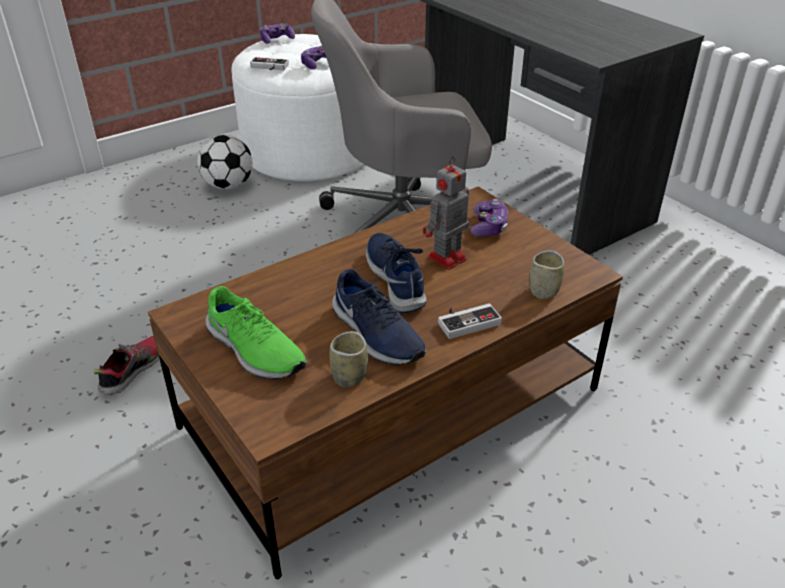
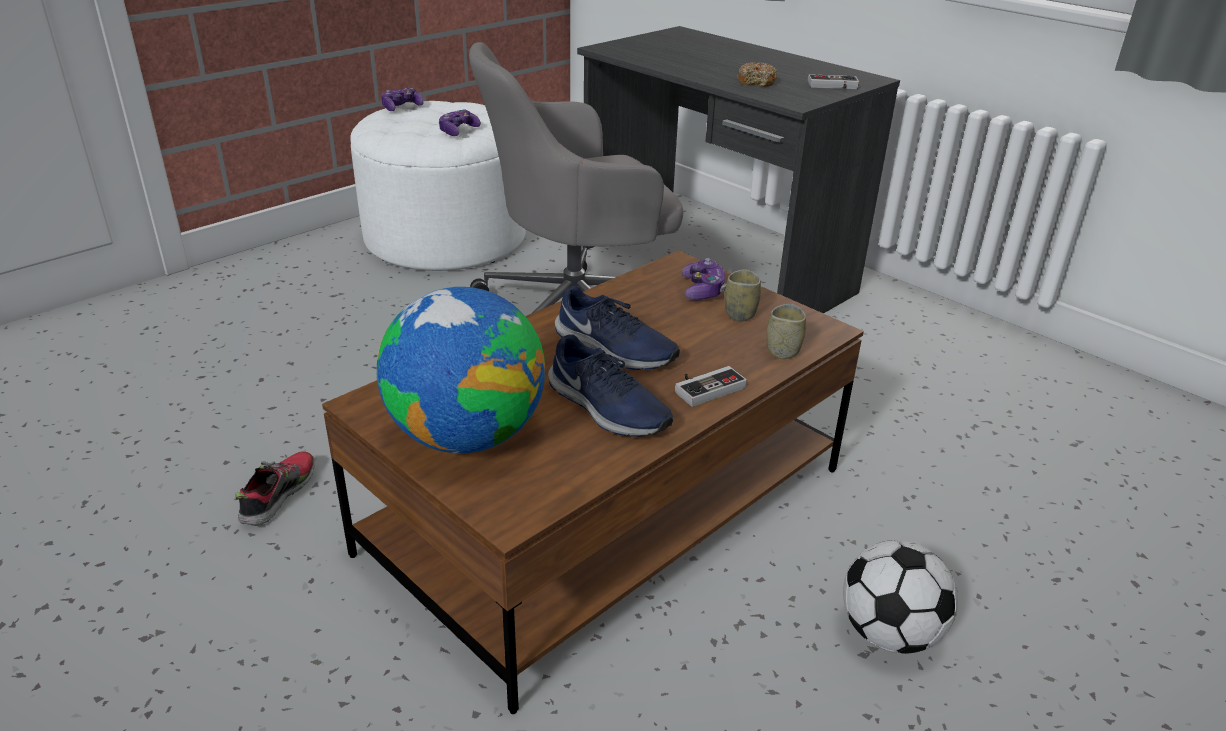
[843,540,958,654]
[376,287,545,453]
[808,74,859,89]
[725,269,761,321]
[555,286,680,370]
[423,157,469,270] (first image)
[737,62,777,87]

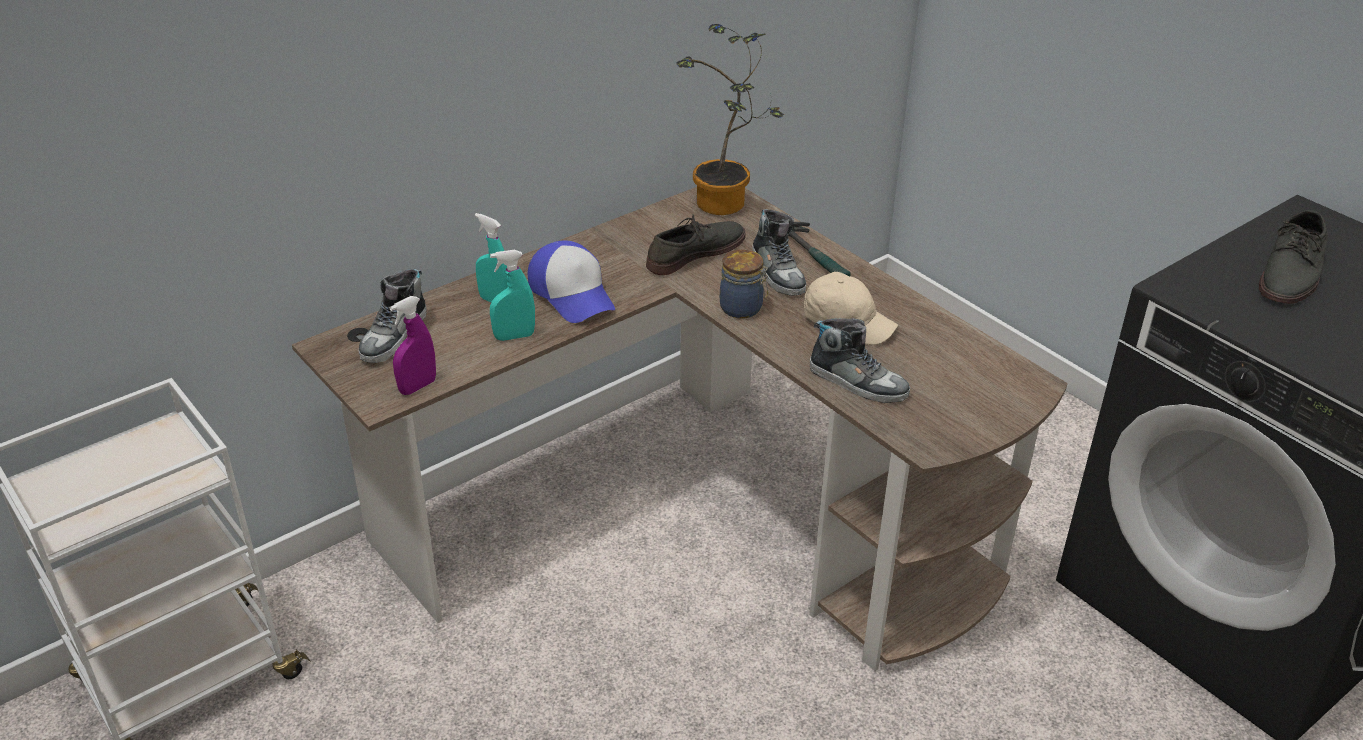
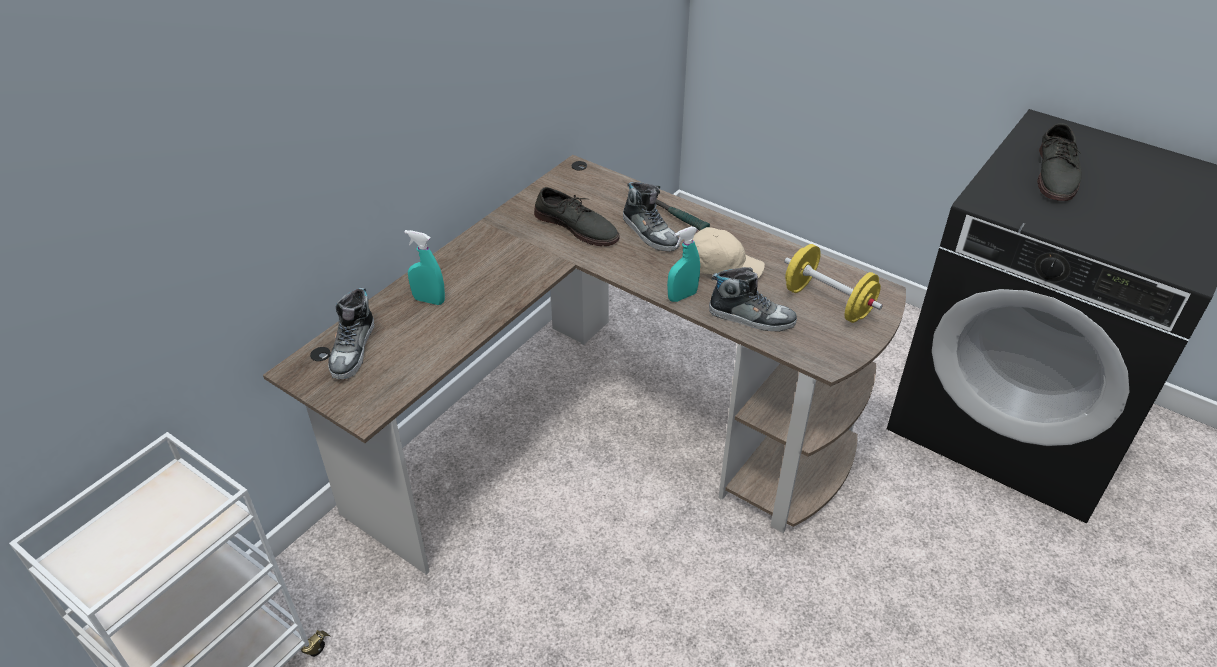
[389,296,436,395] (first image)
[667,226,700,302]
[528,240,615,323] (first image)
[534,187,619,246]
[676,24,784,215] (first image)
[720,249,768,319] (first image)
[784,244,883,323]

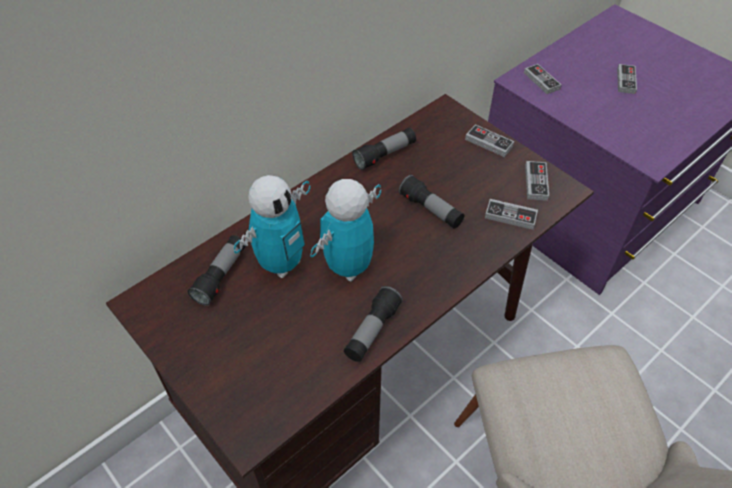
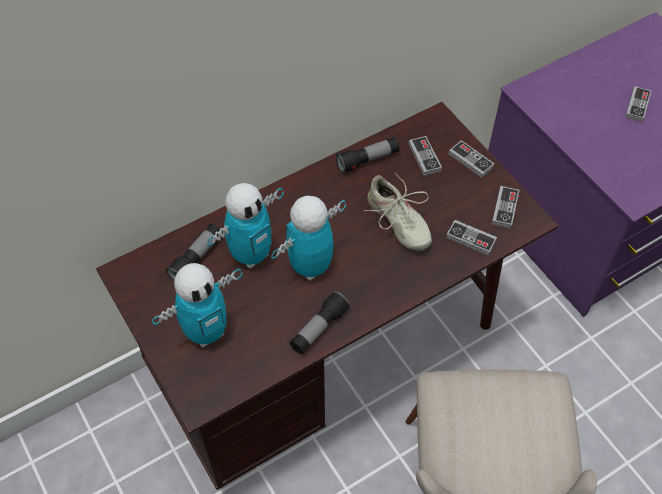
[364,173,432,251]
[409,136,442,176]
[152,263,243,348]

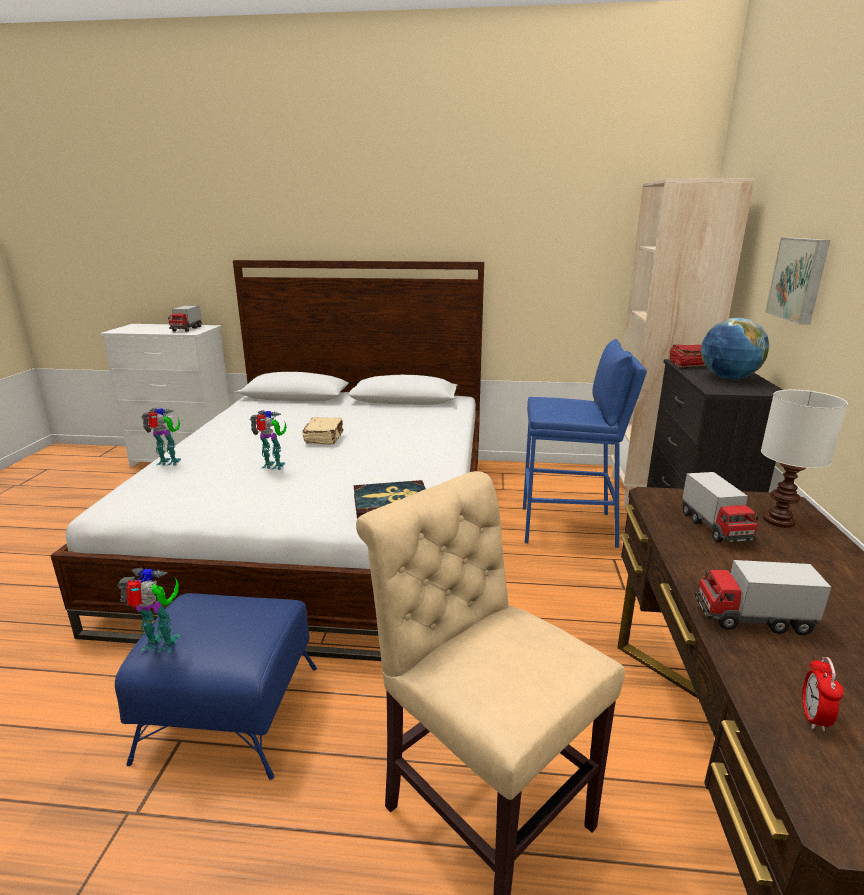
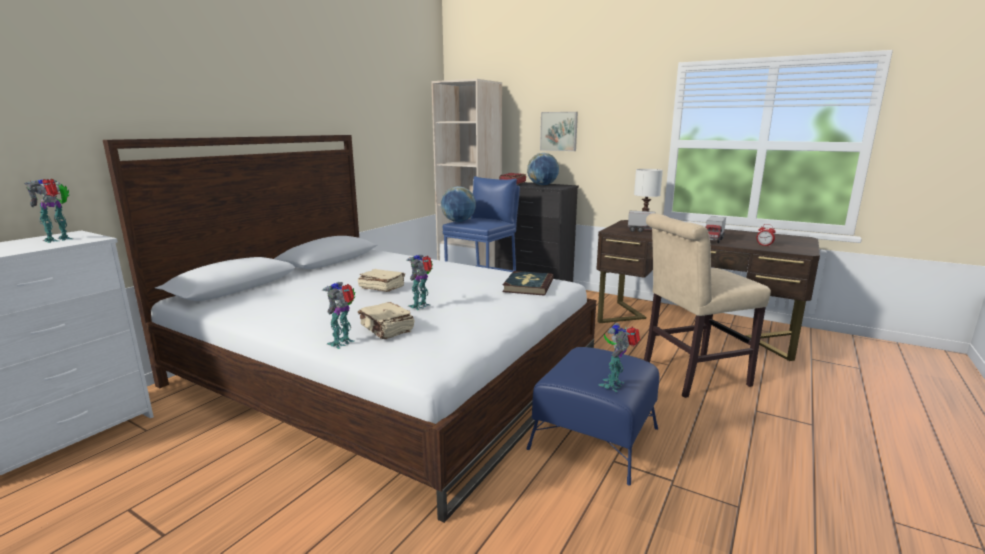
[24,179,73,243]
[358,302,415,339]
[441,186,476,222]

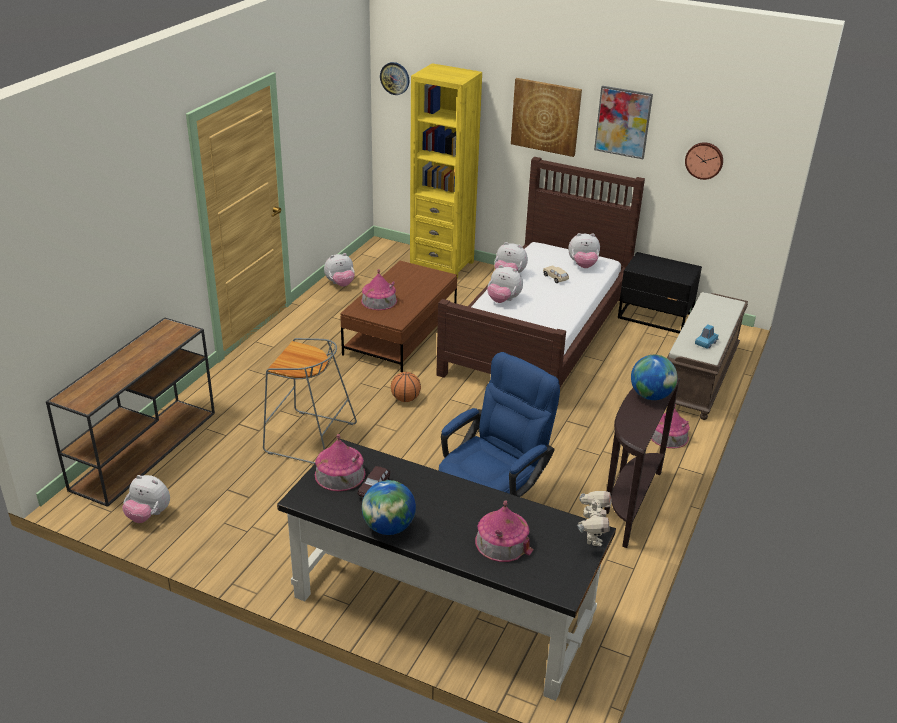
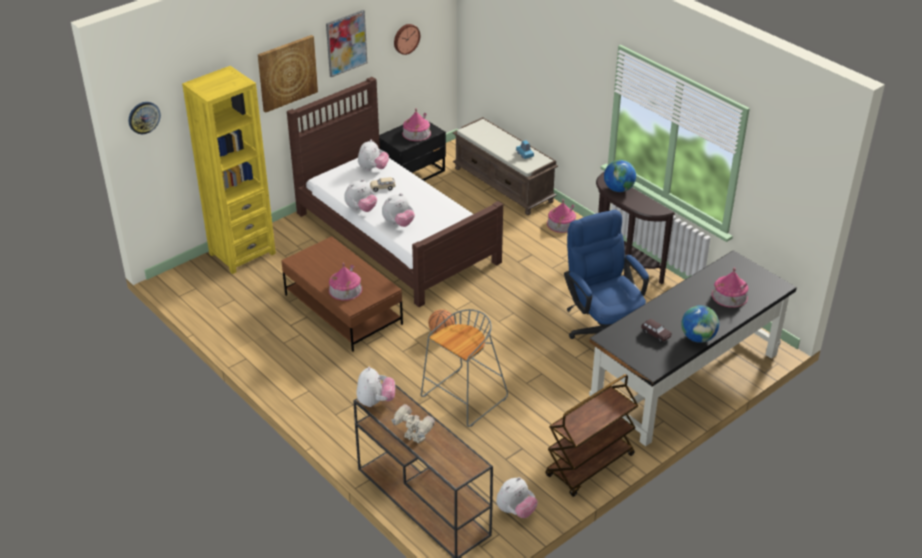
[402,108,431,141]
[357,366,395,407]
[391,404,435,444]
[546,374,638,497]

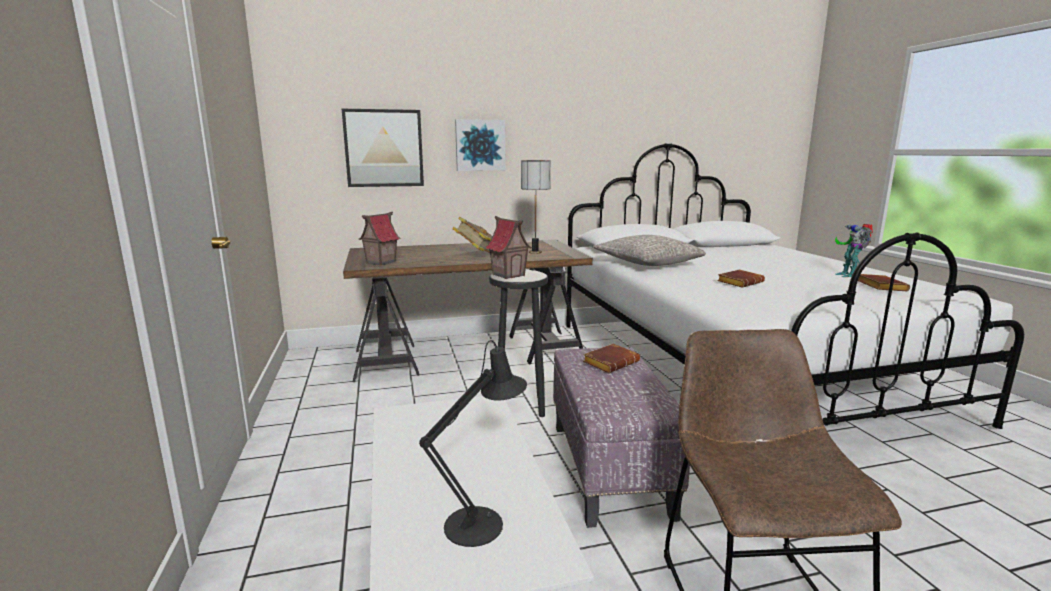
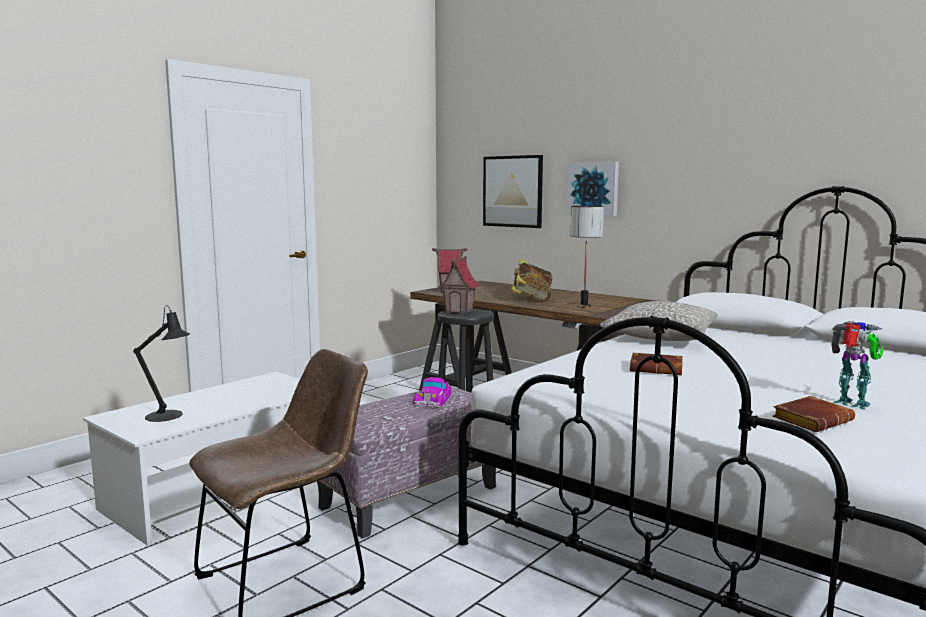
[413,377,451,407]
[831,321,884,410]

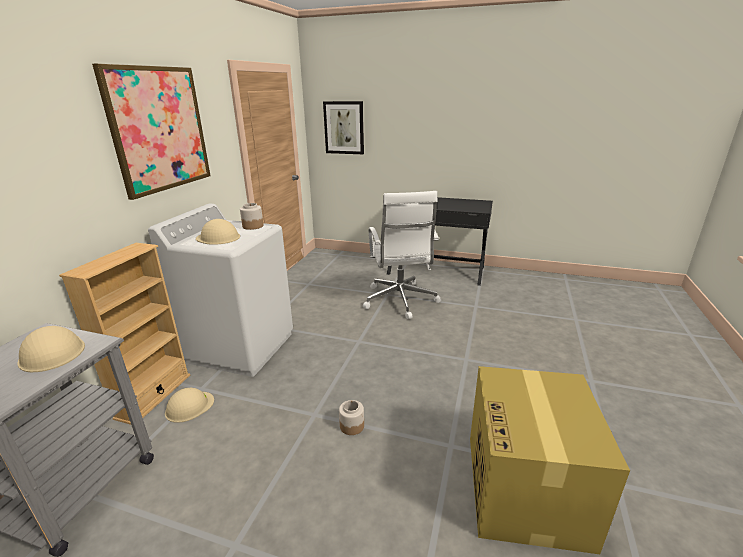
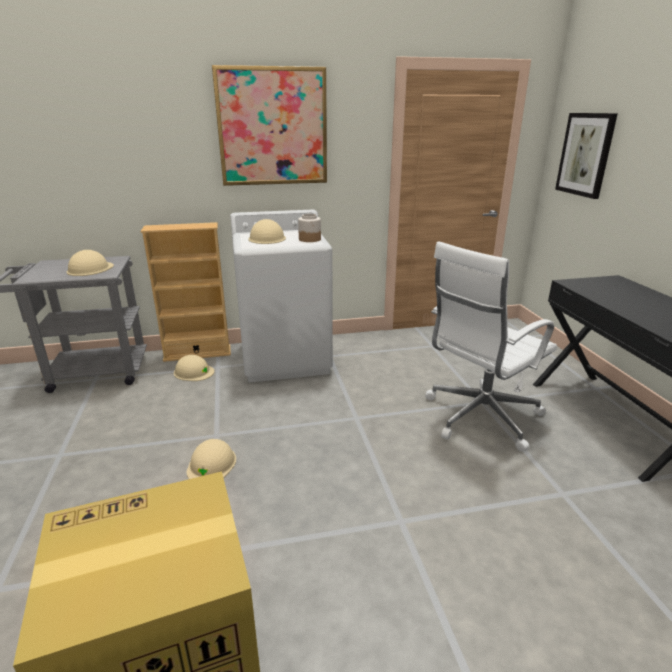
[187,439,236,479]

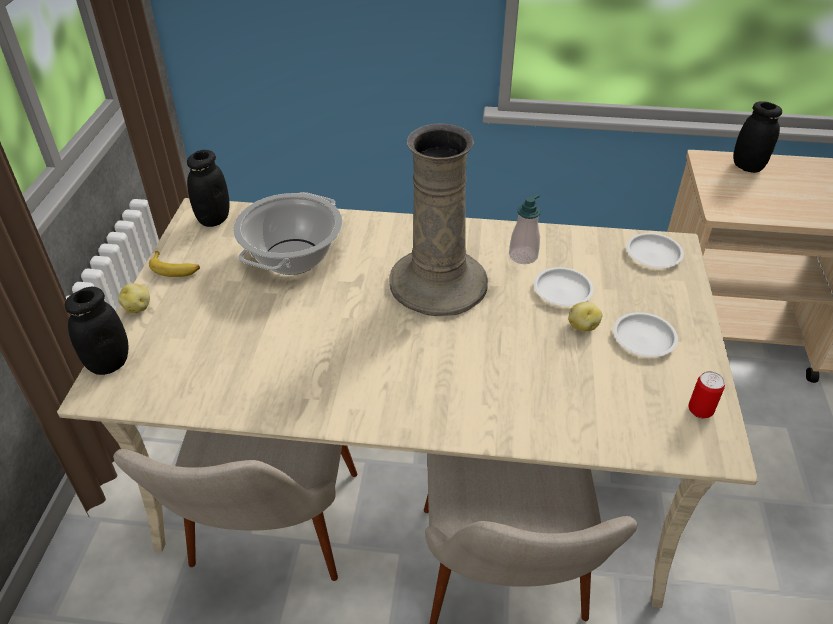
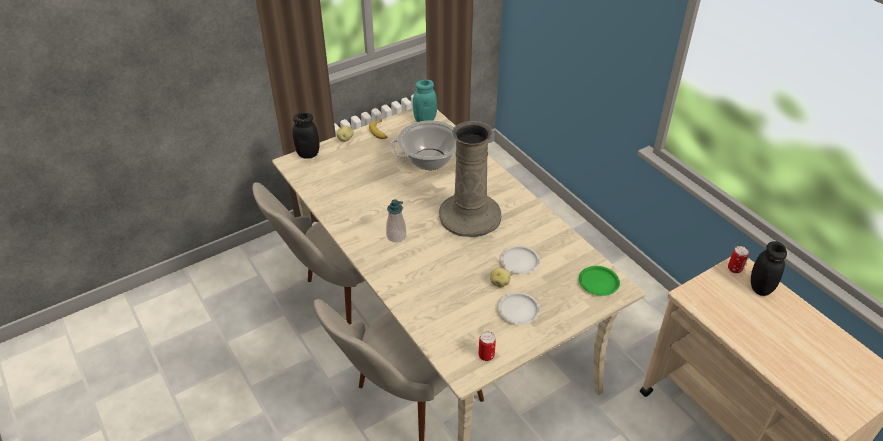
[413,80,437,122]
[386,199,406,242]
[579,266,620,296]
[728,246,749,273]

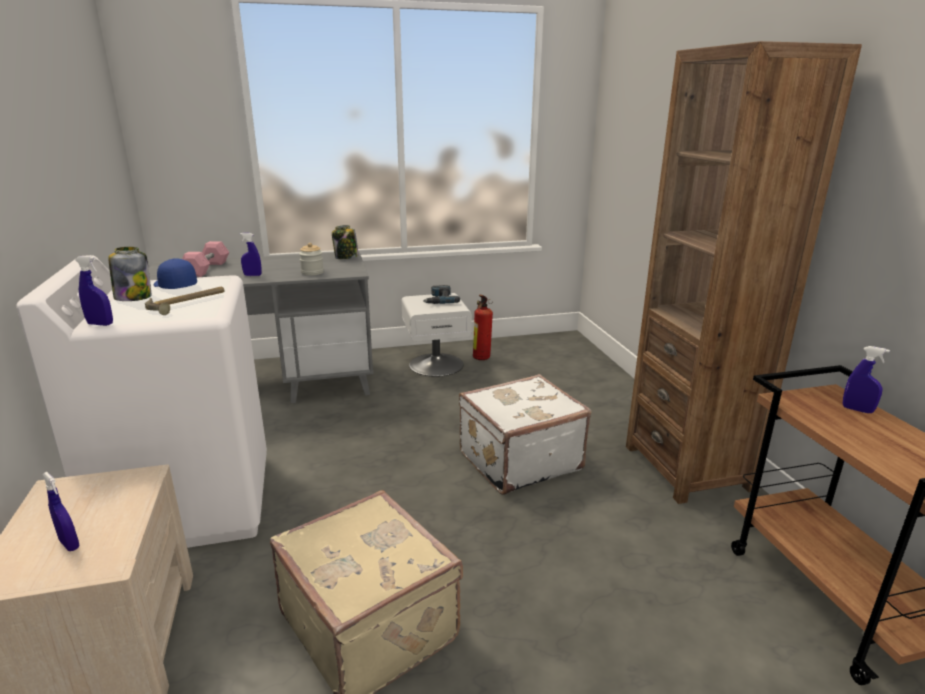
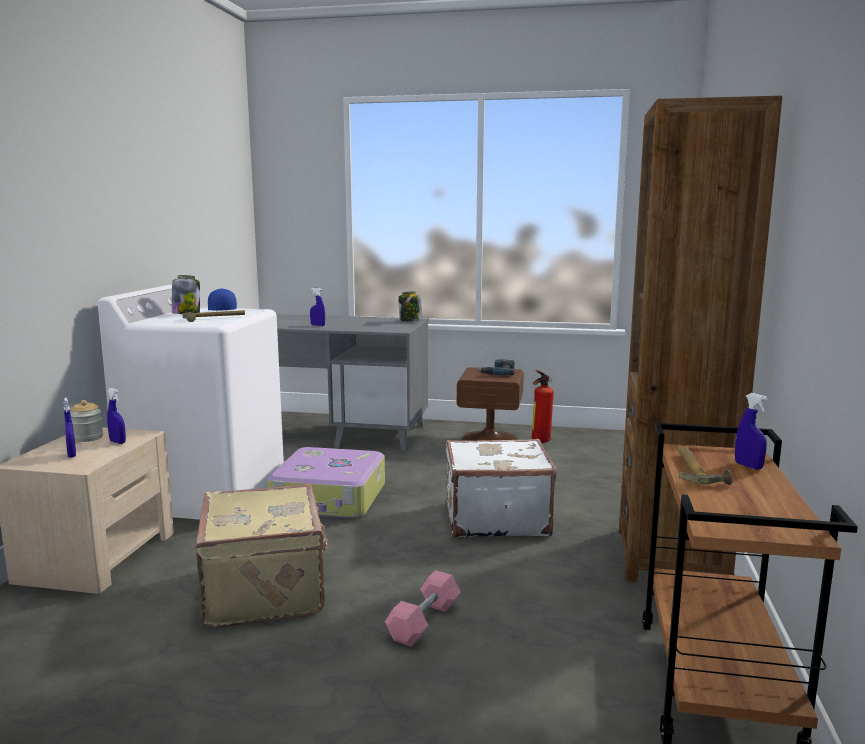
[107,388,126,444]
[385,570,461,647]
[70,400,103,442]
[457,367,524,441]
[267,447,385,519]
[677,446,732,485]

